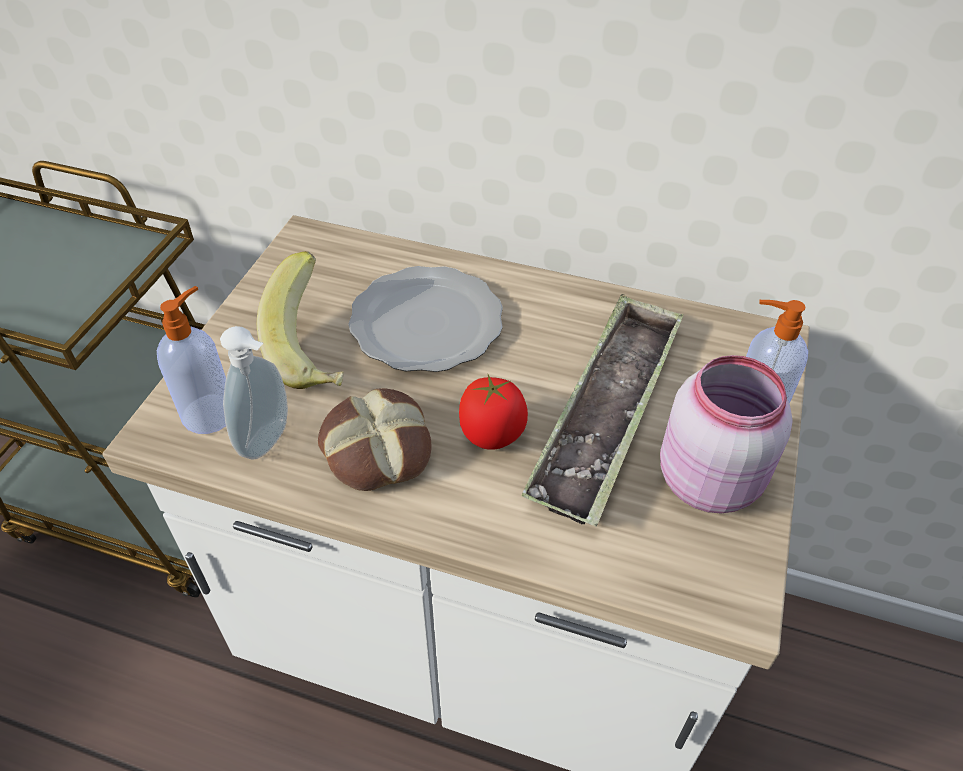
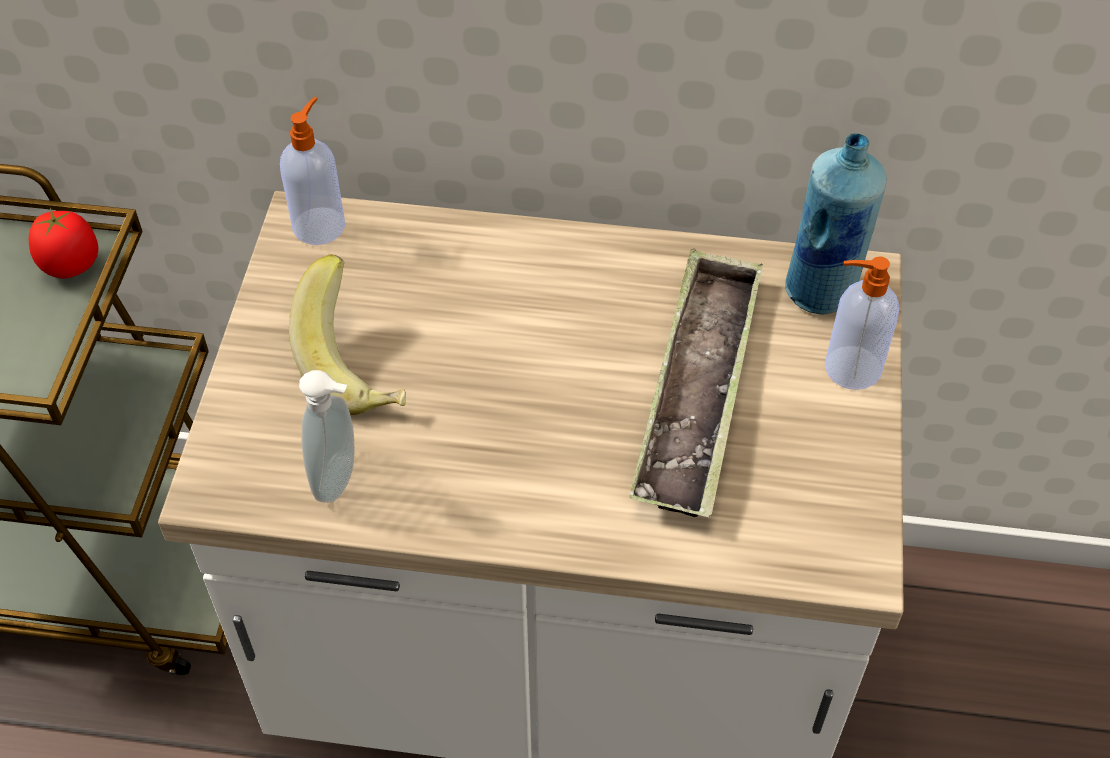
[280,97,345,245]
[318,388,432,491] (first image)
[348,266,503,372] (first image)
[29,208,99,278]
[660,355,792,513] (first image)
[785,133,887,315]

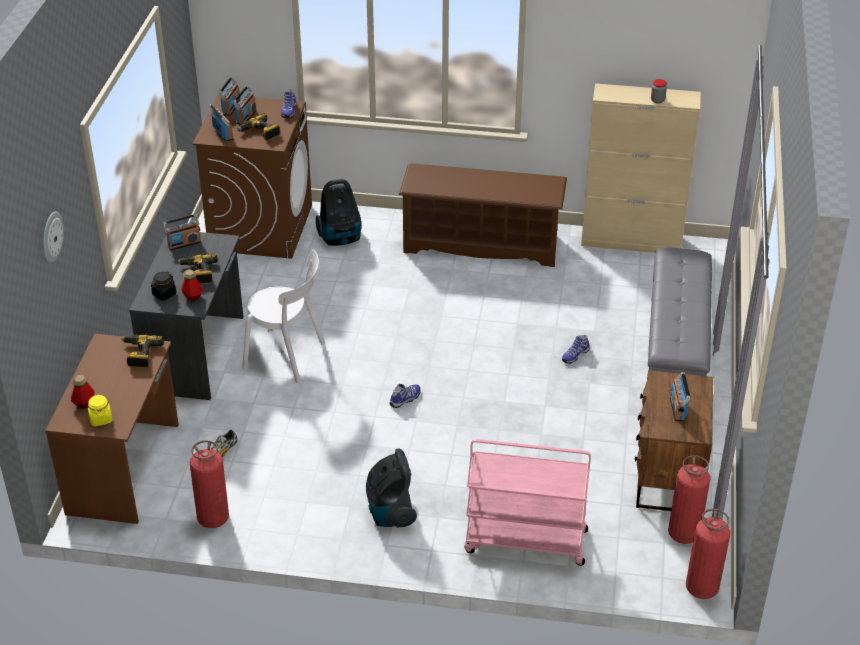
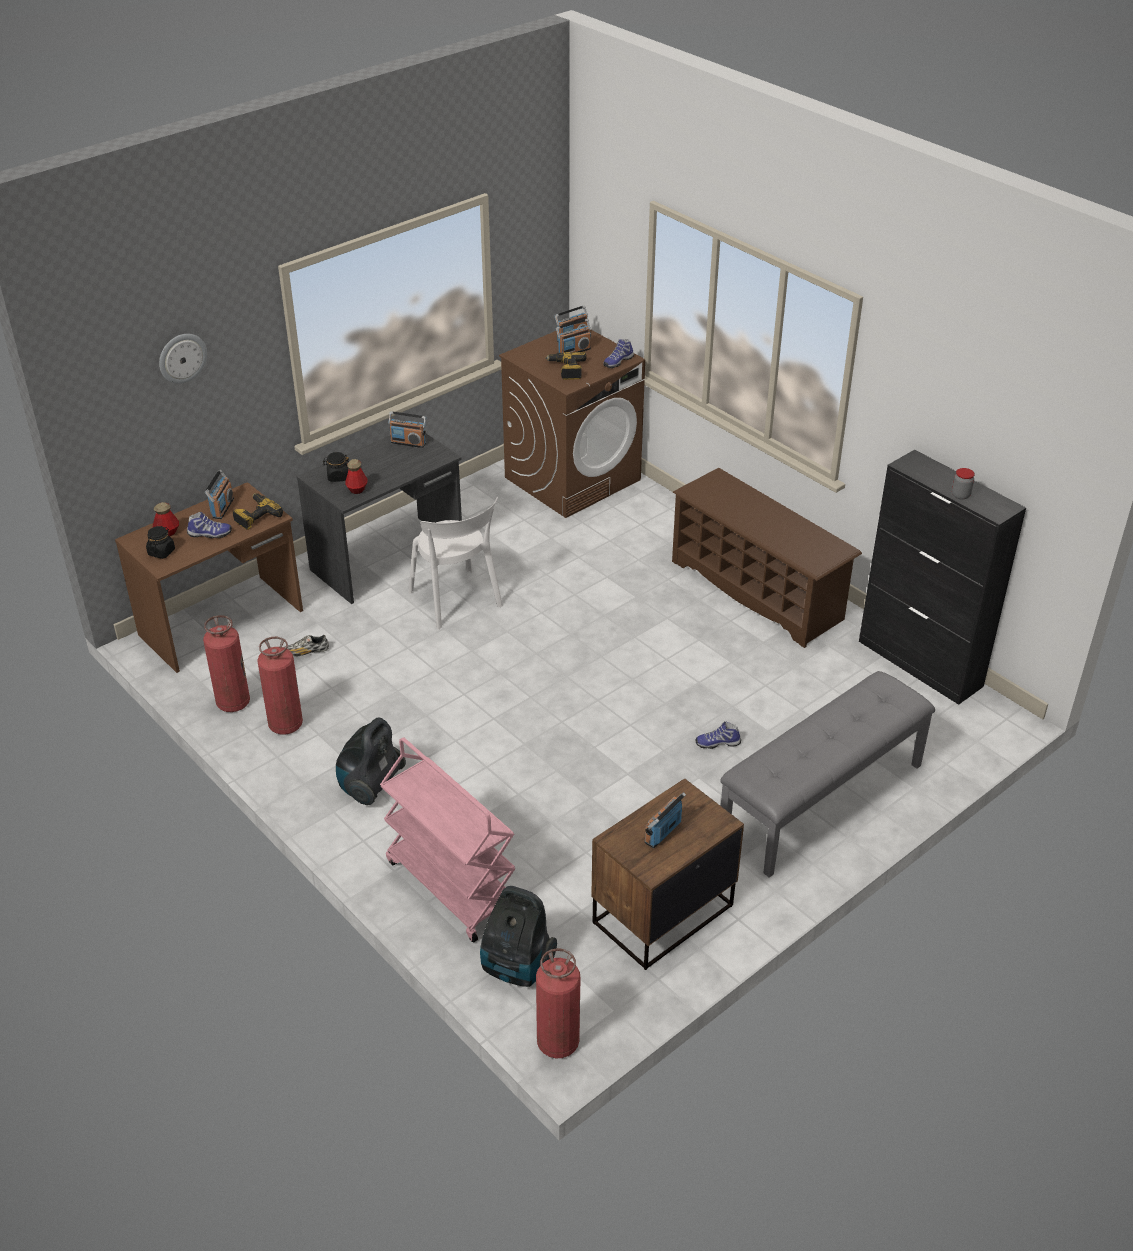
[146,526,175,559]
[177,254,217,284] (first image)
[205,470,234,519]
[480,886,557,987]
[187,512,232,538]
[859,450,1026,705]
[257,637,303,735]

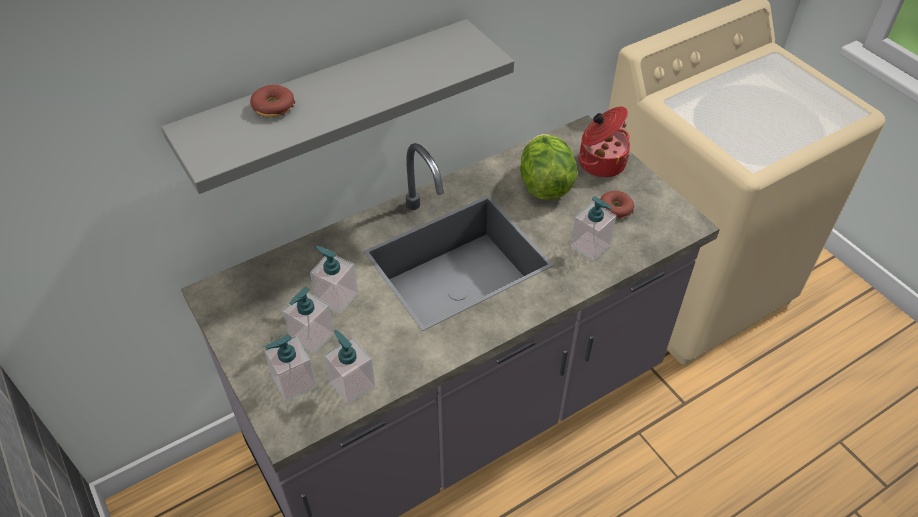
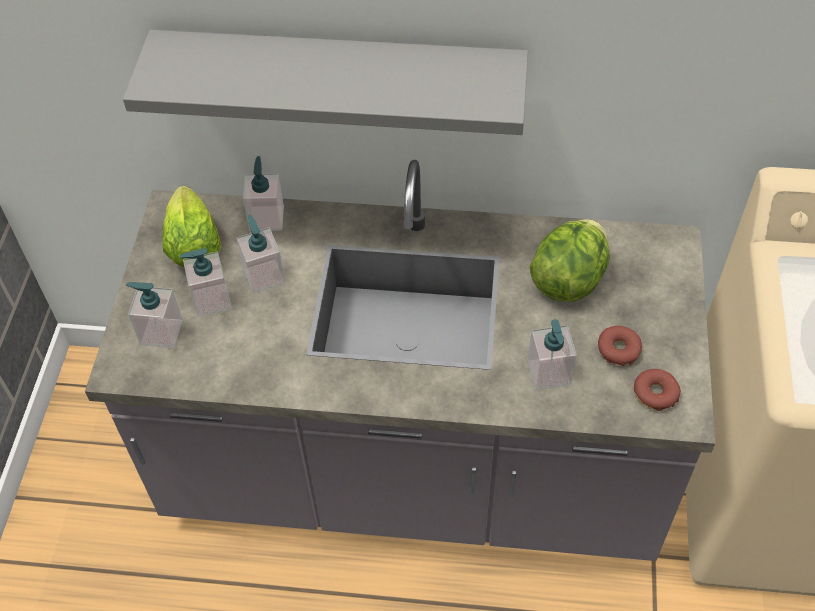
[634,369,681,411]
[243,156,284,231]
[579,107,630,178] (first image)
[162,186,221,268]

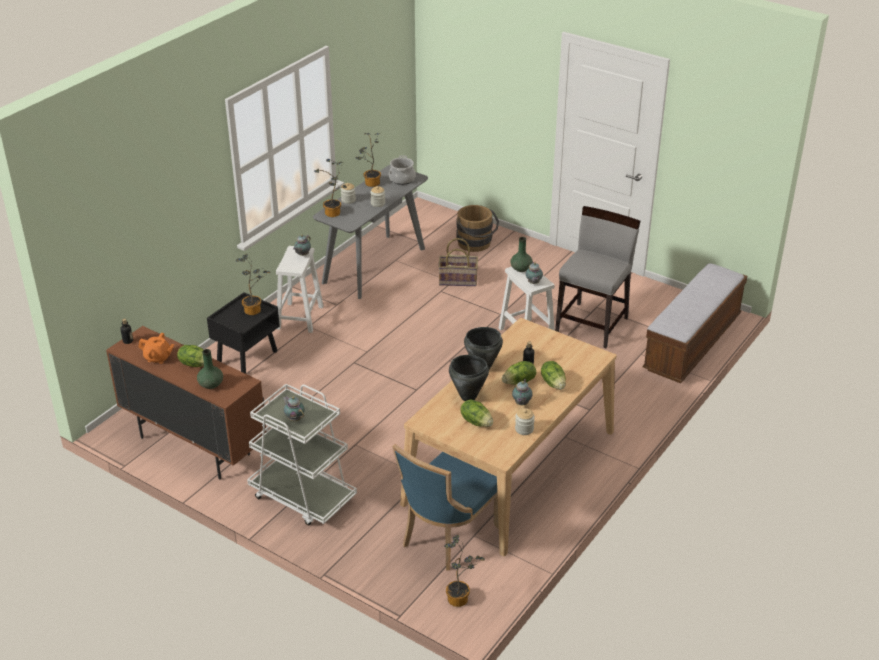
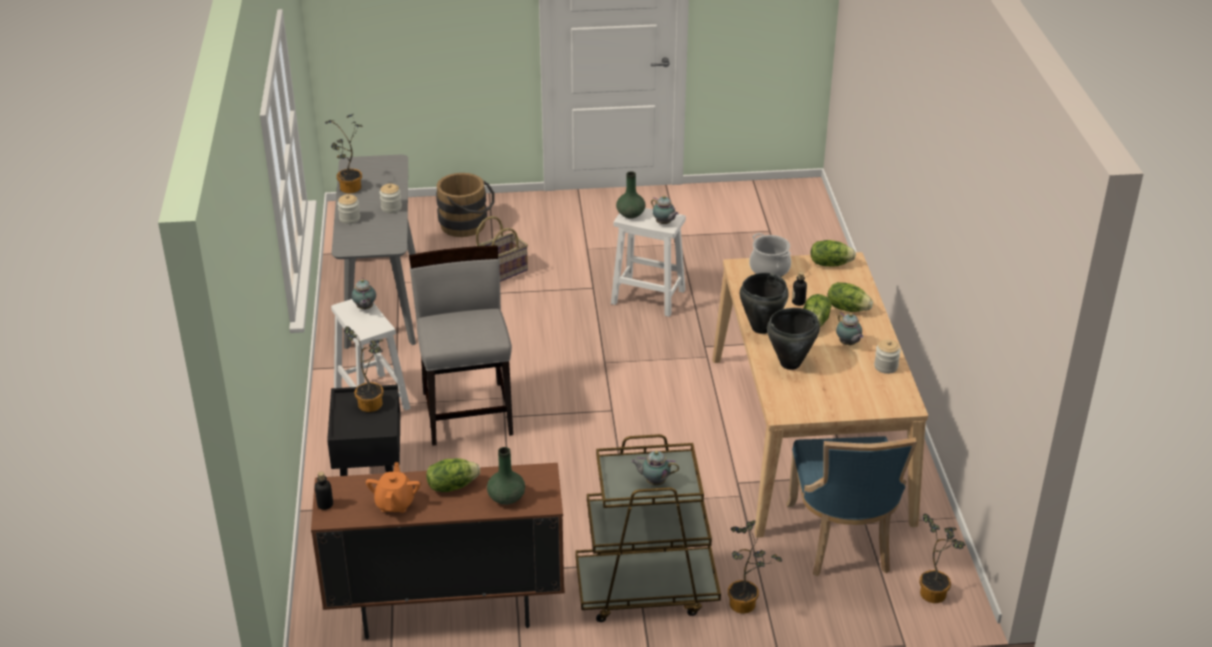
[366,462,420,513]
[575,434,721,622]
[728,520,782,614]
[749,233,791,277]
[810,240,856,267]
[409,245,513,446]
[643,263,747,383] (first image)

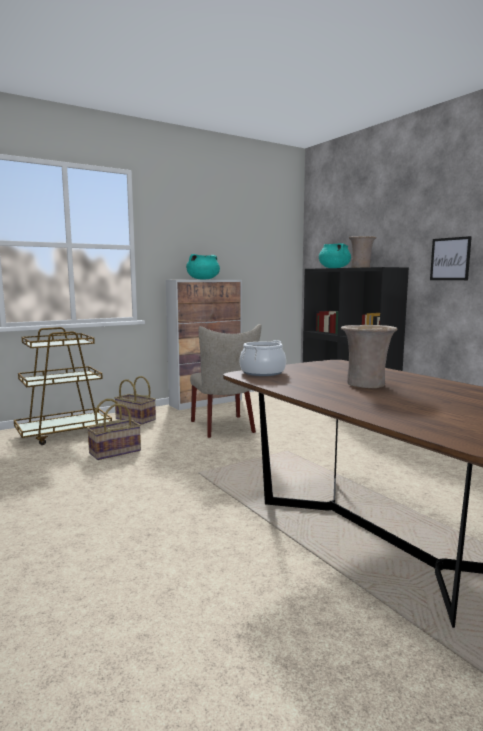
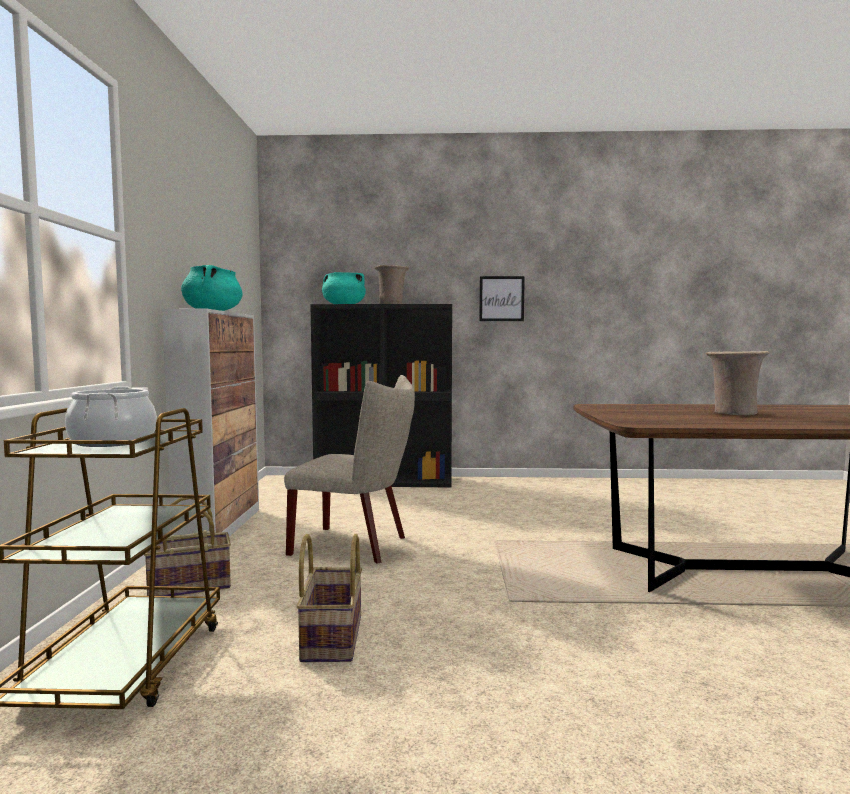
[65,386,157,447]

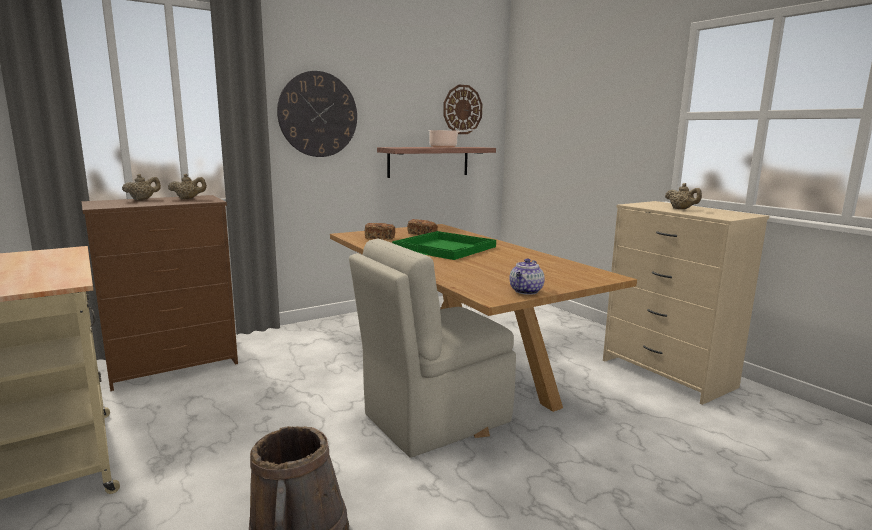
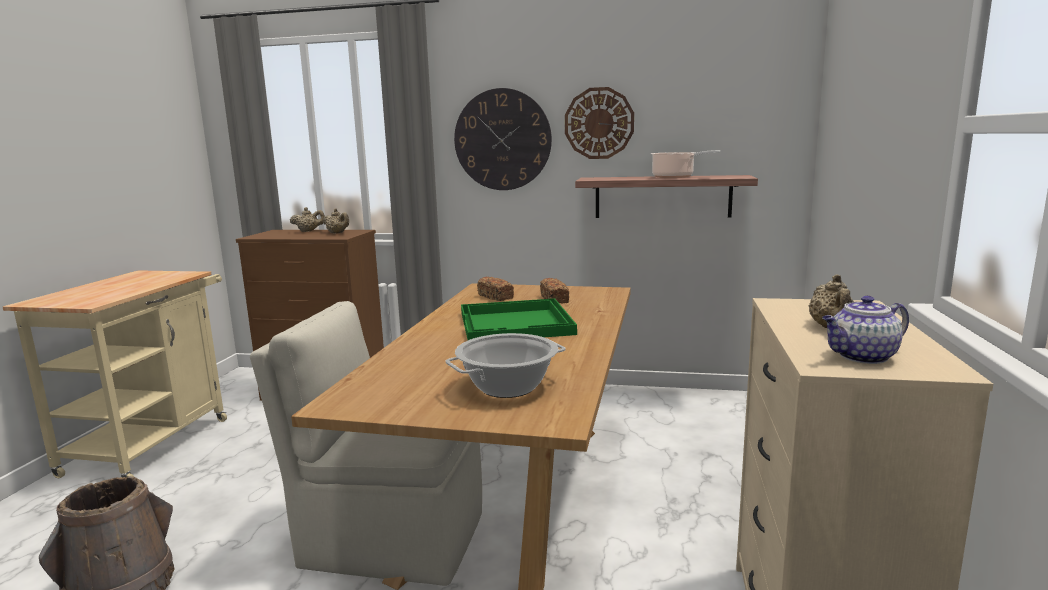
[565,87,634,159]
[822,296,909,364]
[445,333,566,398]

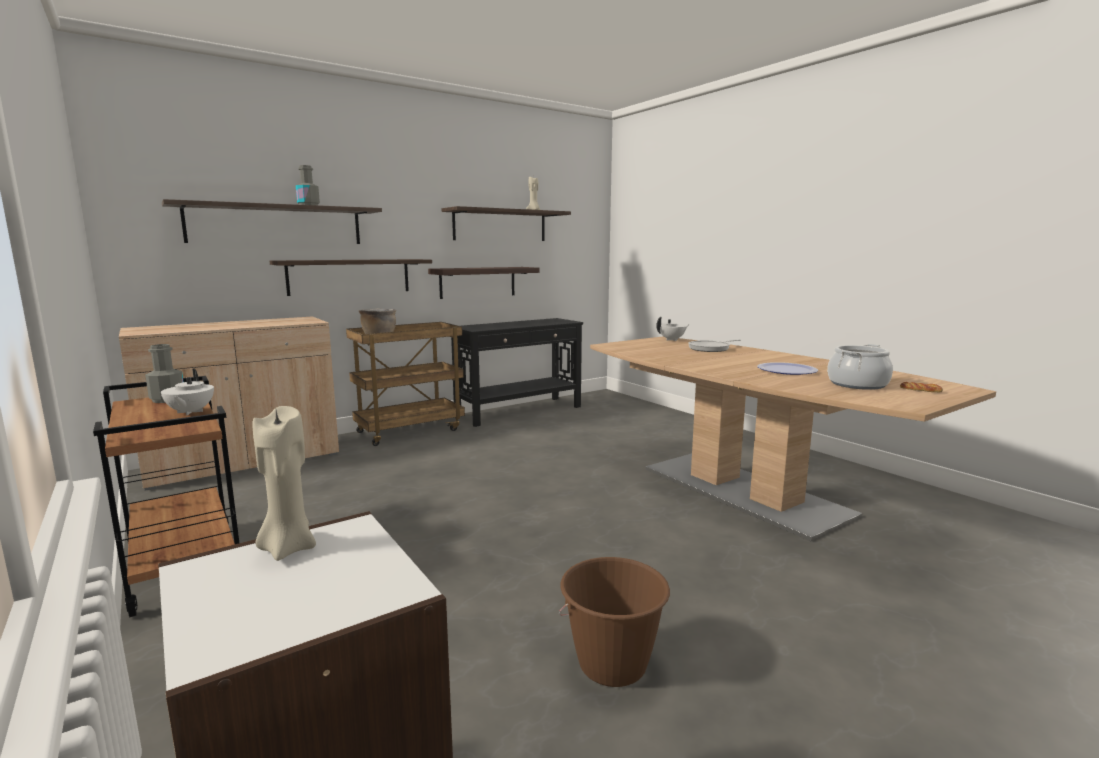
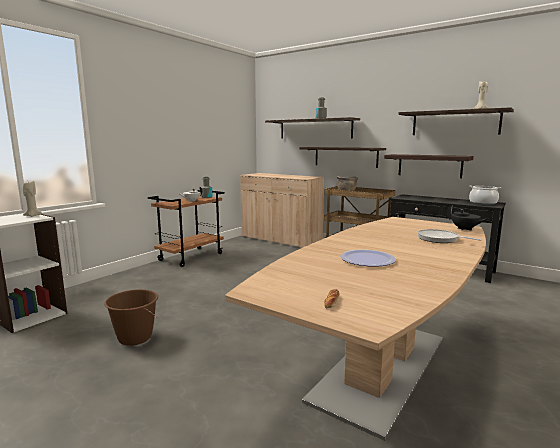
[447,205,488,231]
[469,185,502,205]

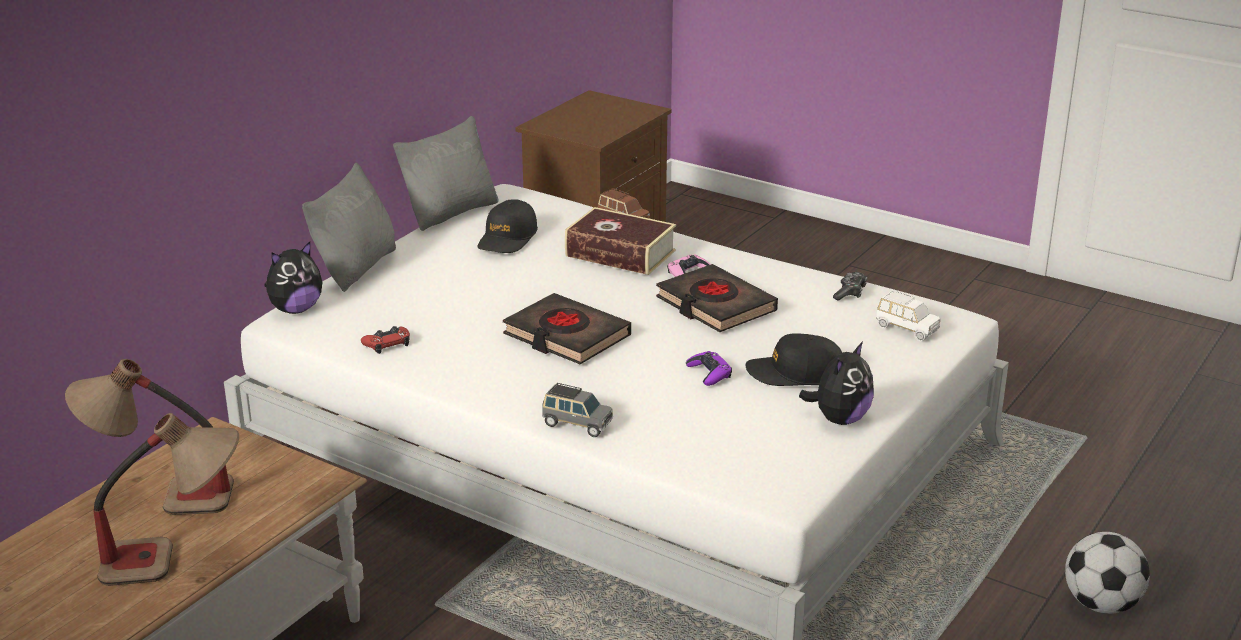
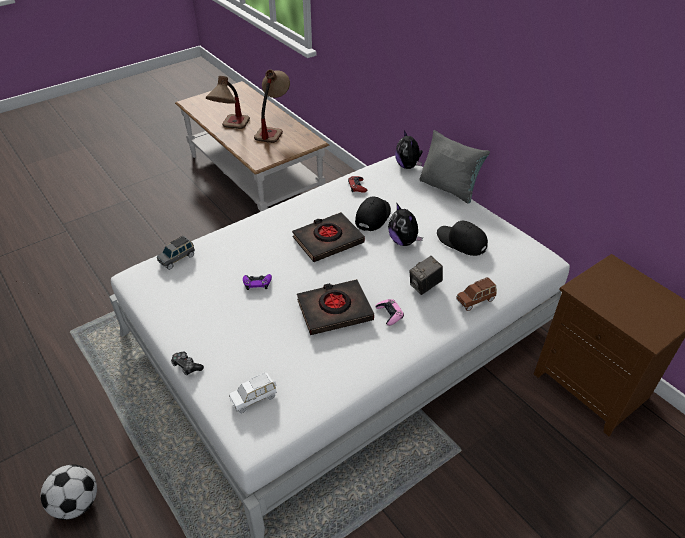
[393,116,499,231] (first image)
[157,235,195,270]
[410,256,443,295]
[355,197,391,231]
[388,203,423,246]
[171,352,204,375]

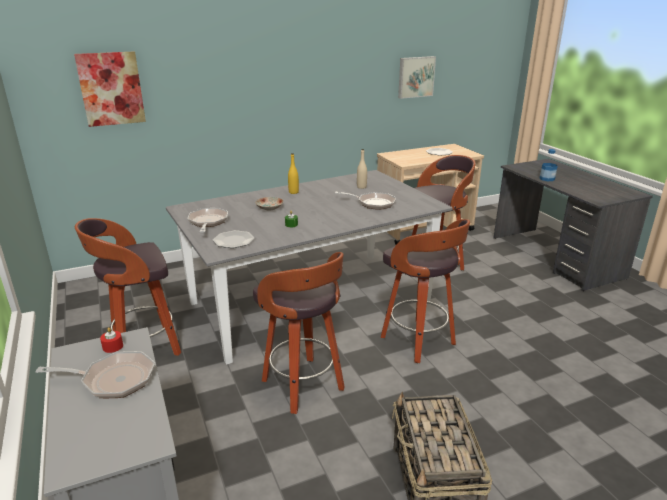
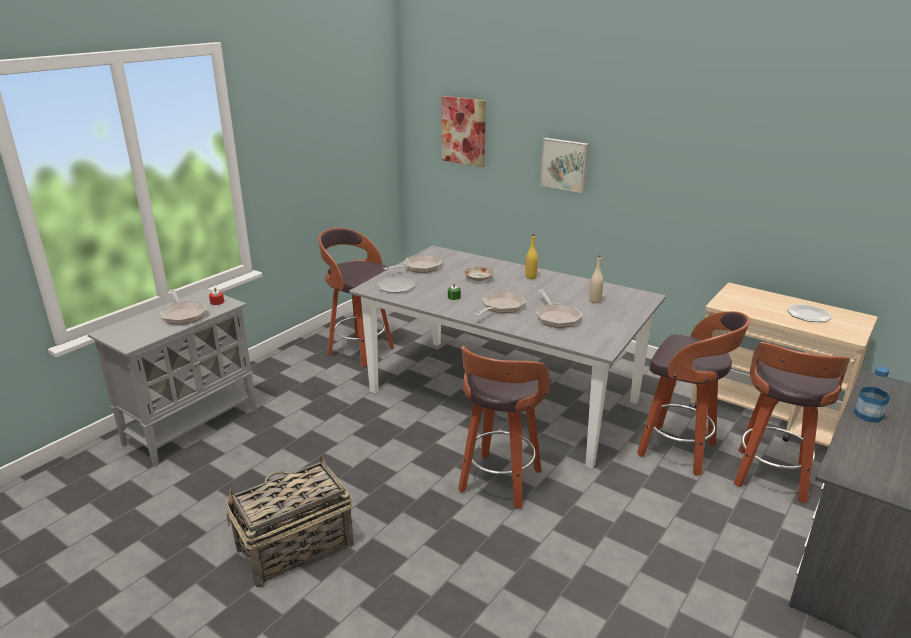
[734,342,850,504]
[540,138,589,193]
[474,291,526,316]

